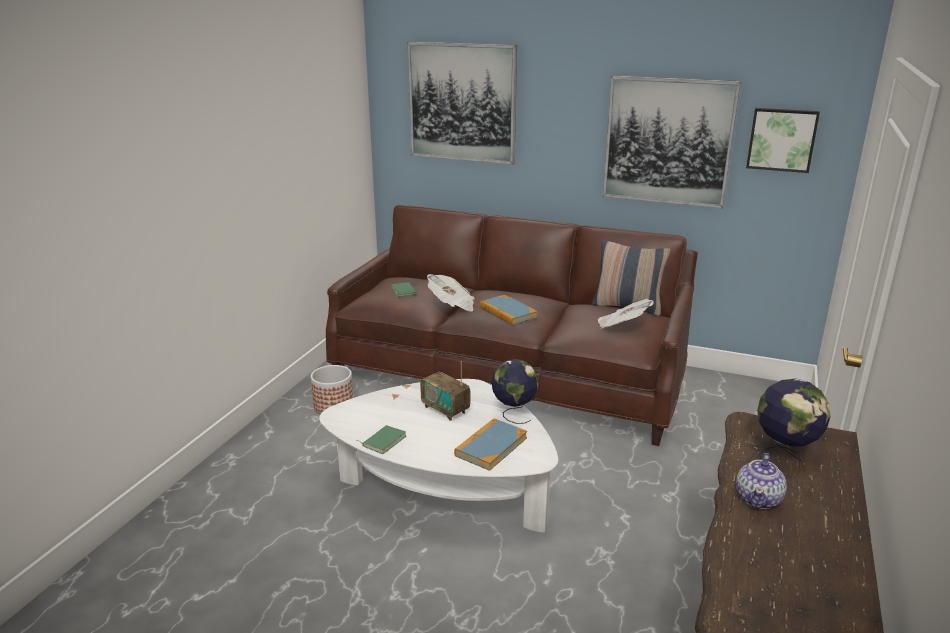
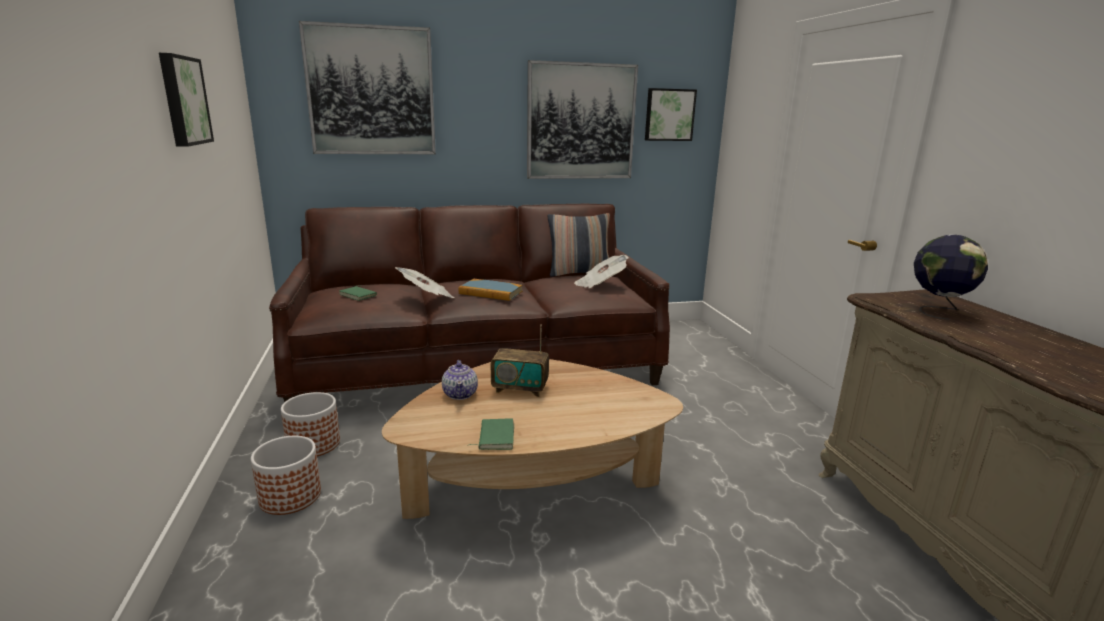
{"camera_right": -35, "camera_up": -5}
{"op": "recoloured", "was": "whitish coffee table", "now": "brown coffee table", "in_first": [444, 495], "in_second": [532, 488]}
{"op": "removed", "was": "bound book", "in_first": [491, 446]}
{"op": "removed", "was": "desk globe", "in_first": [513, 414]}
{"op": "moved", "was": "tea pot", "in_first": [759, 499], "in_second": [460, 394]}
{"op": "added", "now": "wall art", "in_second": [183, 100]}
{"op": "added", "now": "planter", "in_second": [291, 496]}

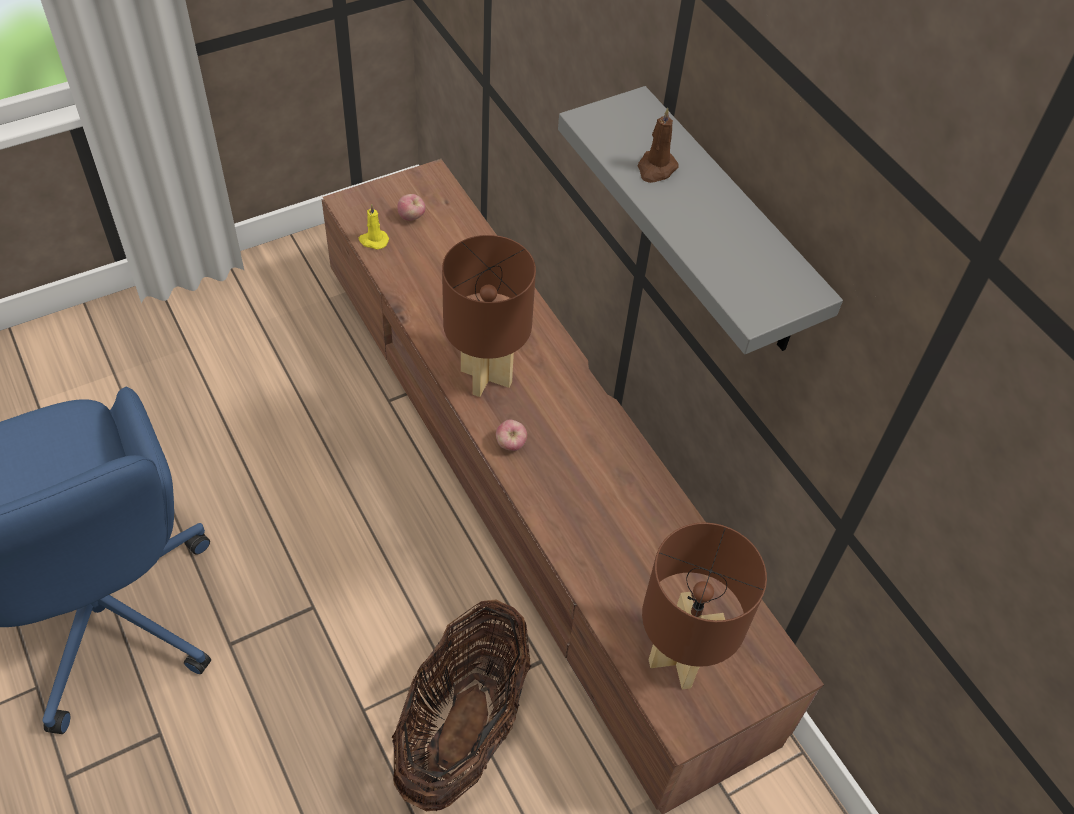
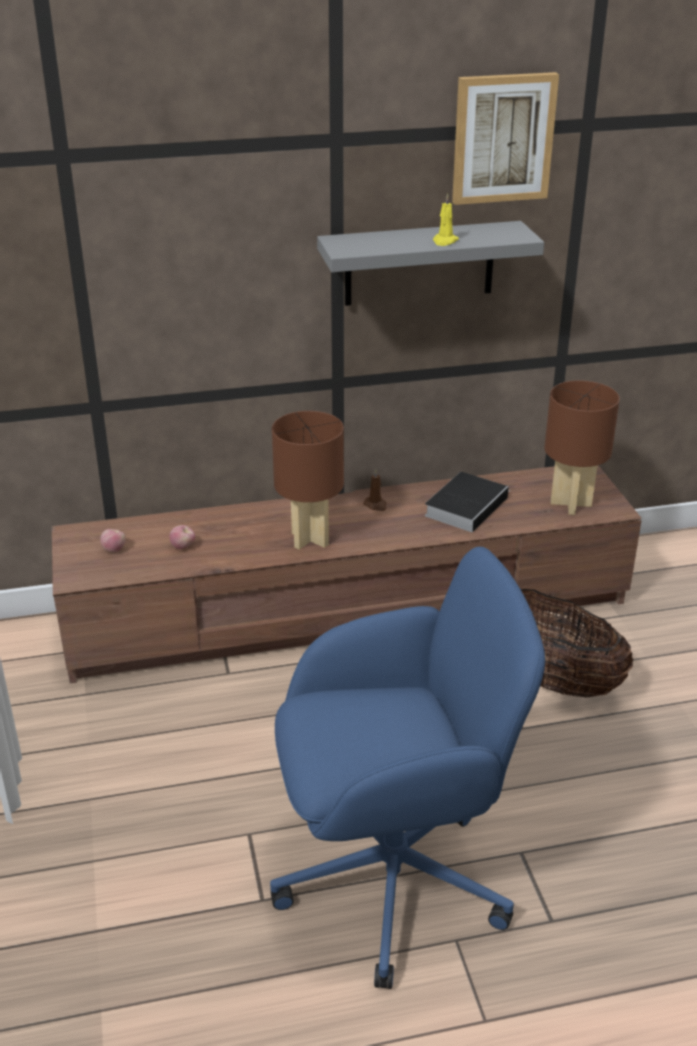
{"camera_right": -70, "camera_up": -20}
{"op": "moved", "was": "yellowish wax candle", "in_first": [373, 240], "in_second": [444, 241]}
{"op": "moved", "was": "apple", "in_first": [510, 444], "in_second": [183, 547]}
{"op": "moved", "was": "brown wax candle", "in_first": [656, 169], "in_second": [376, 505]}
{"op": "added", "now": "bound book", "in_second": [467, 505]}
{"op": "added", "now": "wall art", "in_second": [502, 138]}

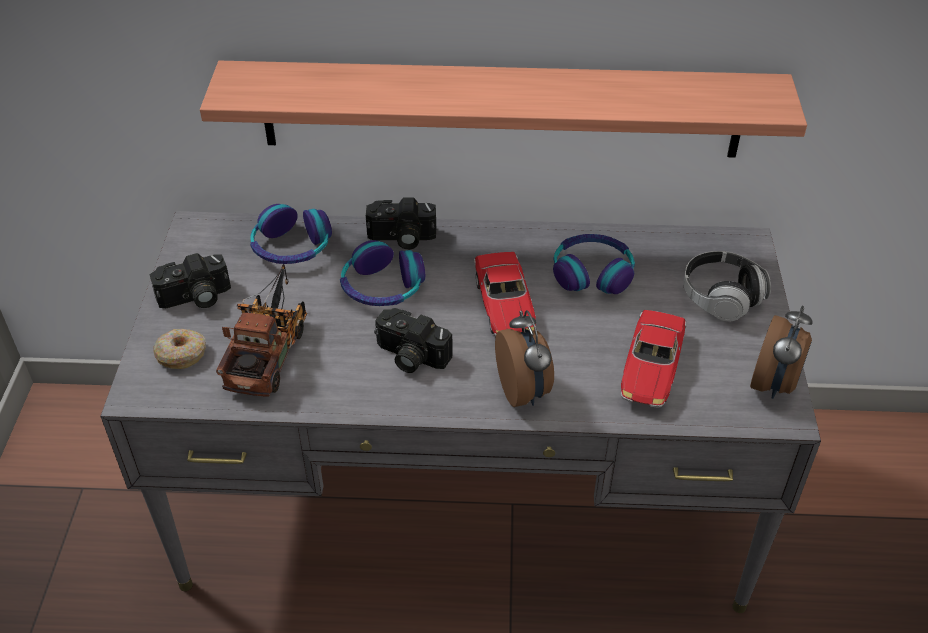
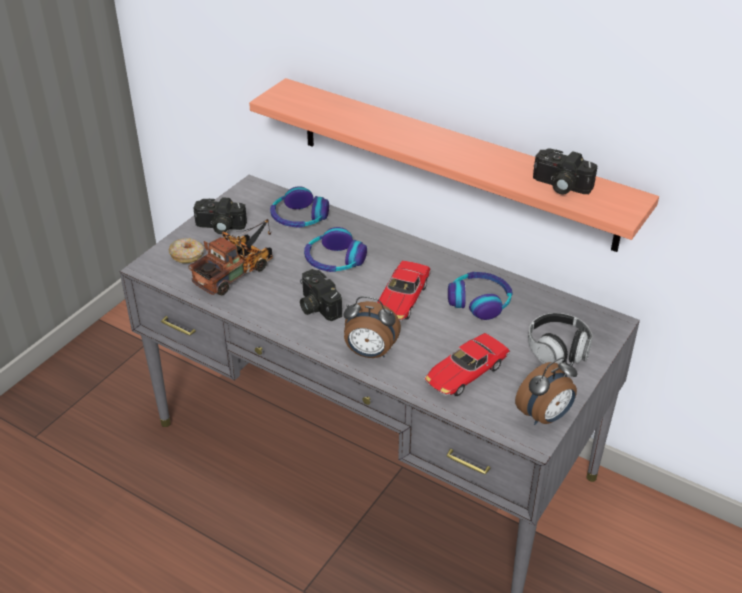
{"camera_right": 30, "camera_up": -5}
{"op": "moved", "was": "photo camera", "in_first": [401, 238], "in_second": [560, 186]}
{"op": "turned", "was": "bedside clock", "in_first": [524, 390], "in_second": [370, 353], "clockwise": 90}

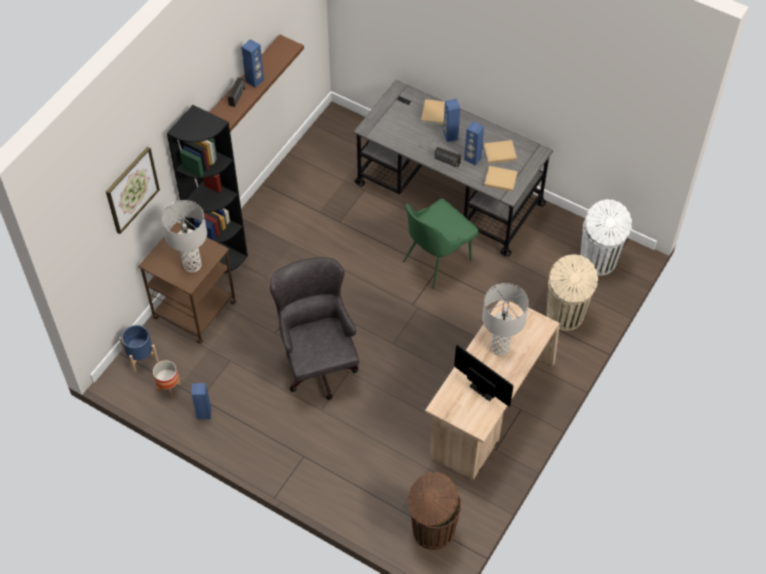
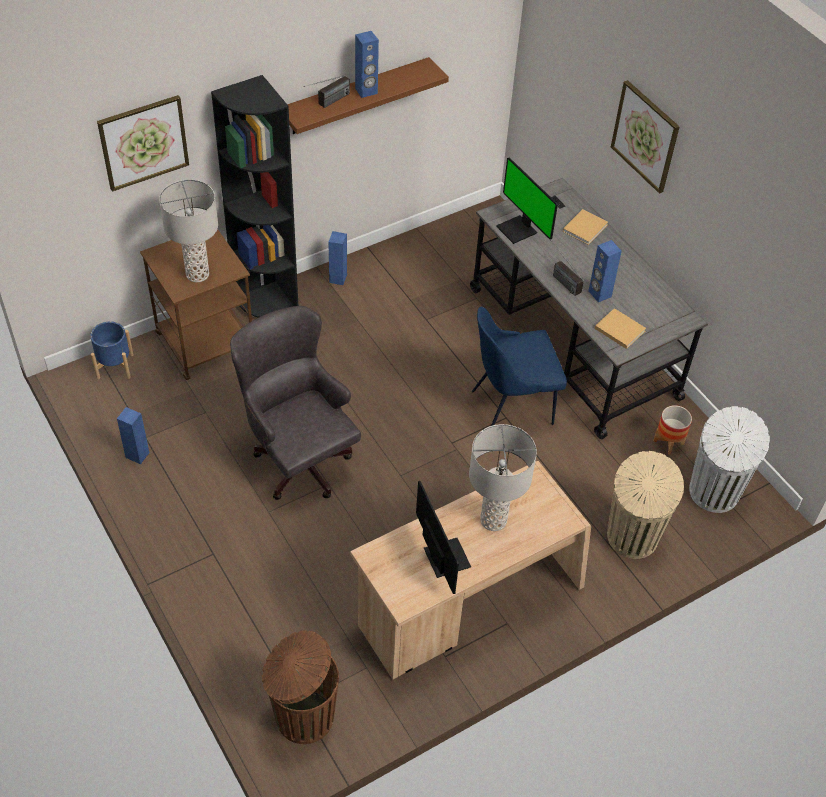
{"camera_right": 25, "camera_up": -5}
{"op": "moved", "was": "planter", "in_first": [168, 387], "in_second": [668, 442]}
{"op": "turned", "was": "gray computer chair", "in_first": [318, 365], "in_second": [299, 460], "clockwise": -45}
{"op": "recoloured", "was": "green-coloured upright chair", "now": "blue upright chair", "in_first": [437, 261], "in_second": [511, 408]}
{"op": "moved", "was": "blue loudspeaker", "in_first": [450, 136], "in_second": [337, 278]}
{"op": "removed", "was": "sand-coloured bound book", "in_first": [499, 153]}
{"op": "added", "now": "computer screen", "in_second": [518, 230]}
{"op": "added", "now": "wall art", "in_second": [645, 136]}

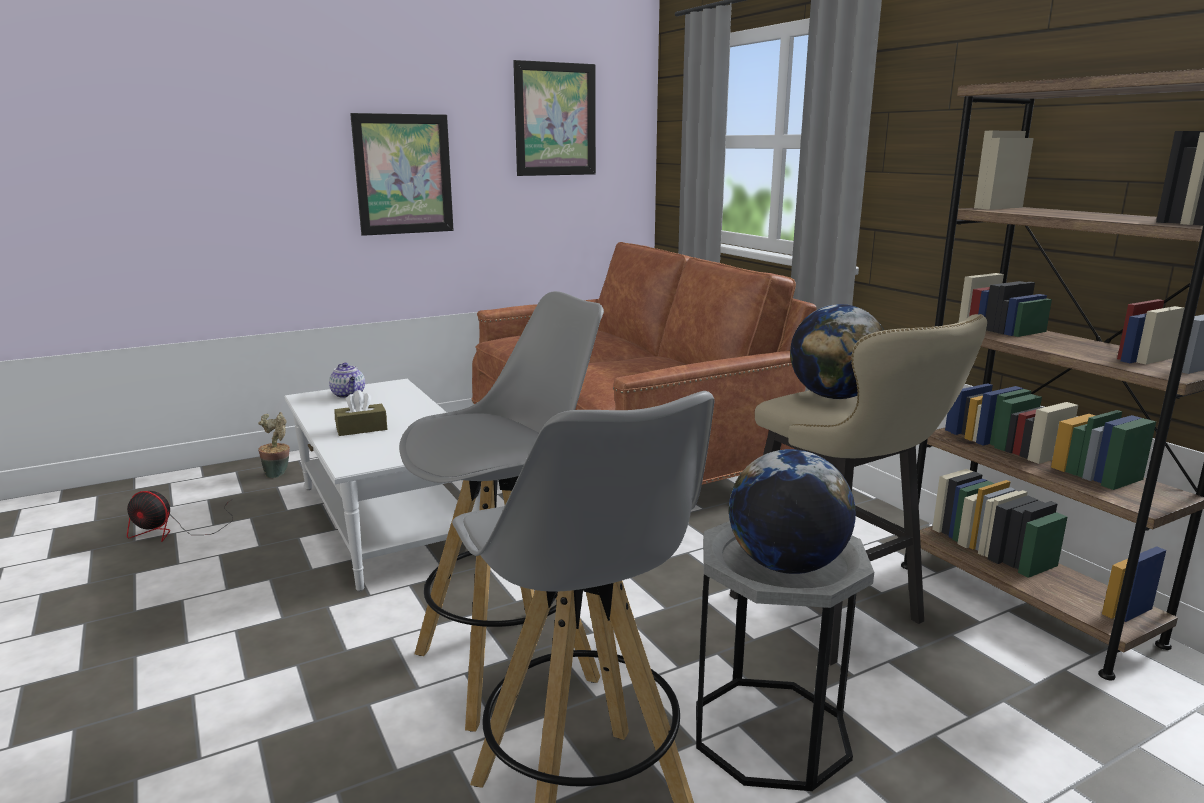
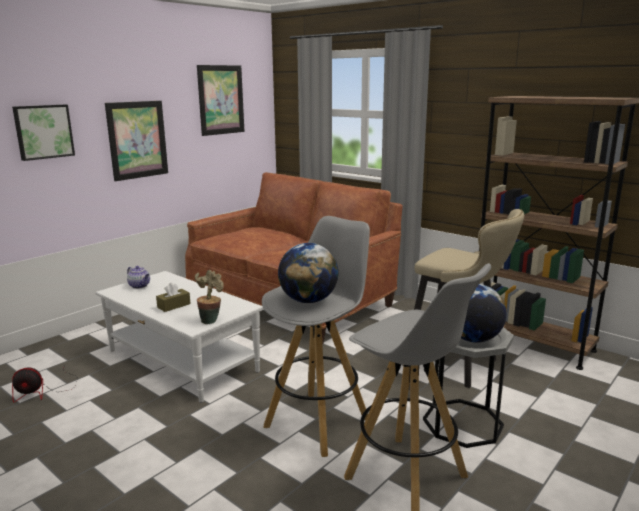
{"camera_right": -20, "camera_up": 0}
{"op": "moved", "was": "houseplant", "in_first": [278, 473], "in_second": [211, 320]}
{"op": "moved", "was": "desk globe", "in_first": [834, 397], "in_second": [308, 300]}
{"op": "added", "now": "wall art", "in_second": [43, 131]}

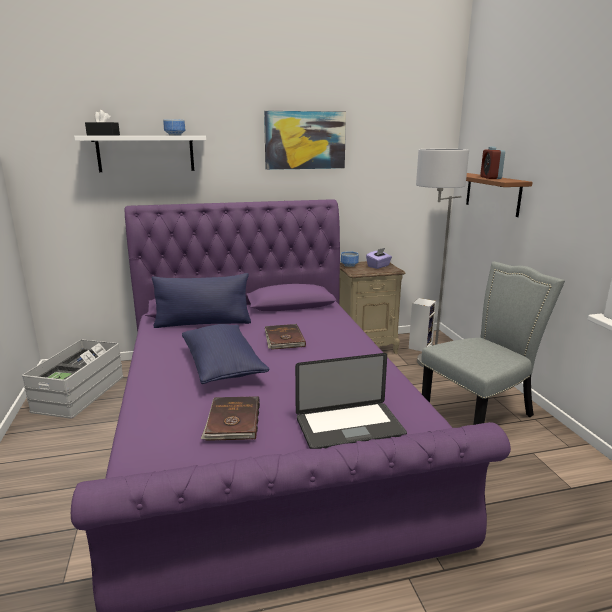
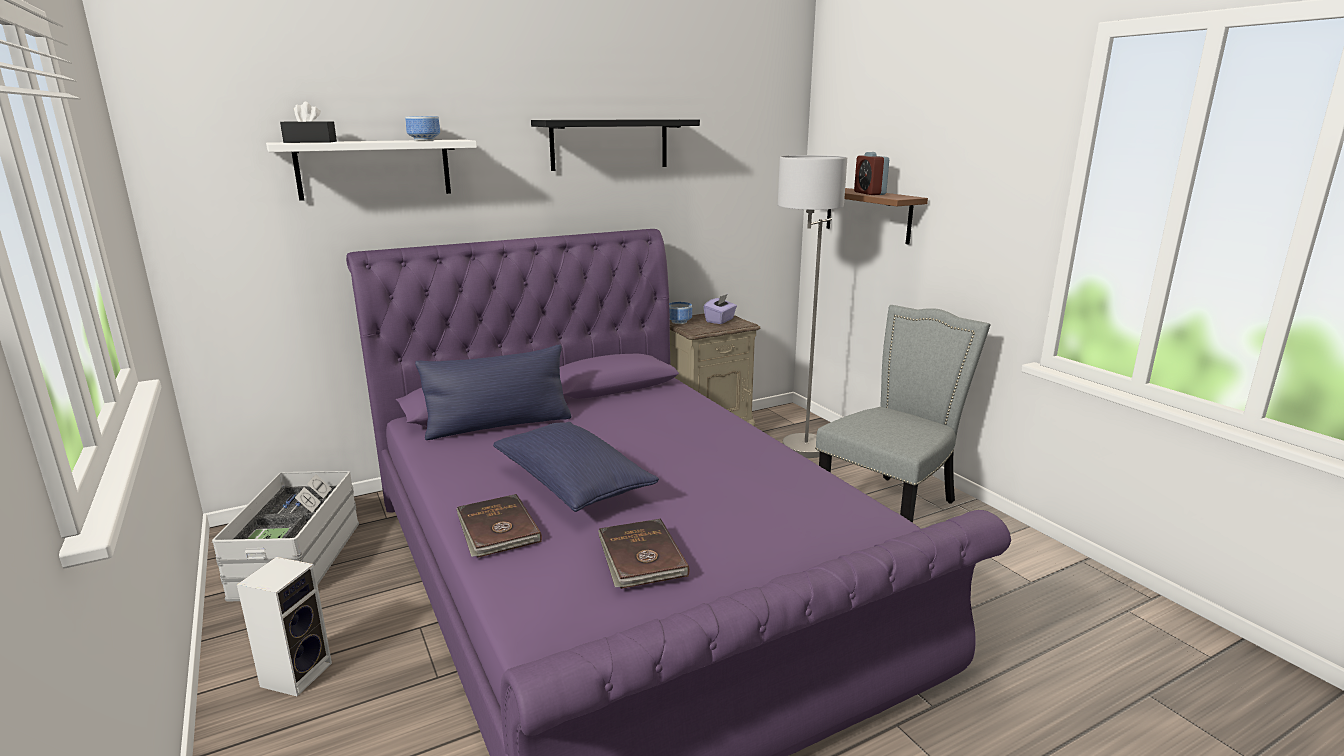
{"camera_right": -15, "camera_up": 0}
{"op": "replaced", "was": "wall art", "now": "black bracket shelf", "in_first": [305, 140], "in_second": [609, 144]}
{"op": "moved", "was": "brown bound book", "in_first": [283, 339], "in_second": [497, 529]}
{"op": "removed", "was": "notebook computer", "in_first": [349, 427]}
{"op": "moved", "was": "loudspeaker", "in_first": [420, 346], "in_second": [297, 673]}

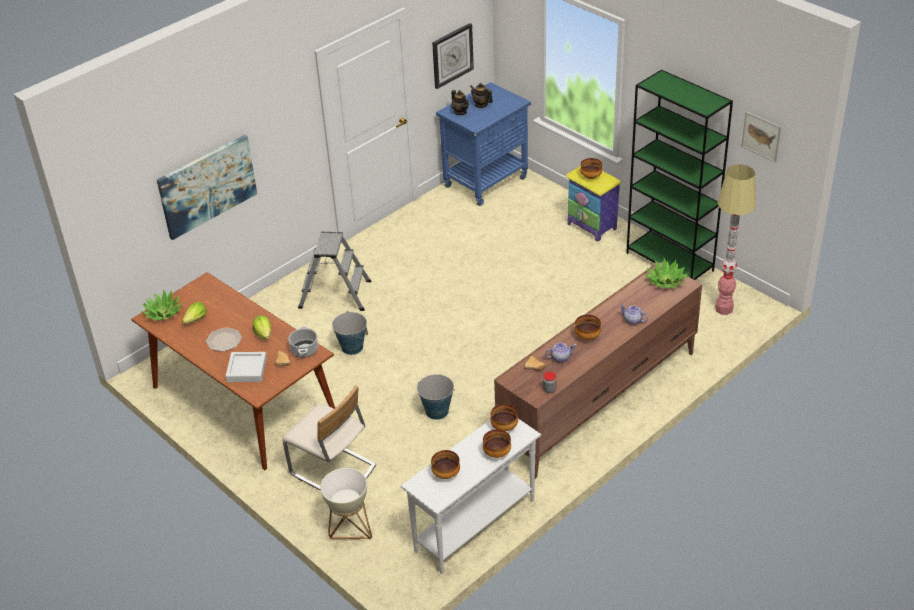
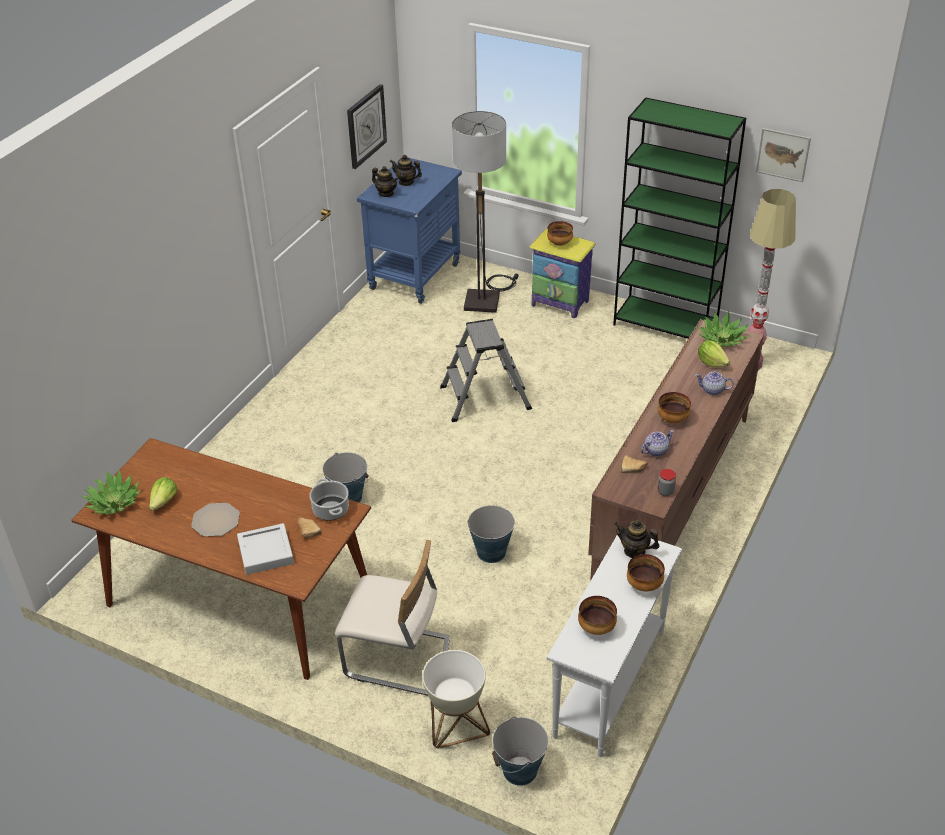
{"camera_right": -20, "camera_up": 0}
{"op": "removed", "was": "wall art", "in_first": [207, 186]}
{"op": "moved", "was": "lettuce head", "in_first": [264, 334], "in_second": [712, 362]}
{"op": "moved", "was": "gray step ladder", "in_first": [335, 294], "in_second": [485, 397]}
{"op": "replaced", "was": "deep dish", "now": "tea pot", "in_first": [504, 427], "in_second": [634, 551]}
{"op": "added", "now": "standing lamp", "in_second": [488, 297]}
{"op": "added", "now": "pail", "in_second": [520, 770]}

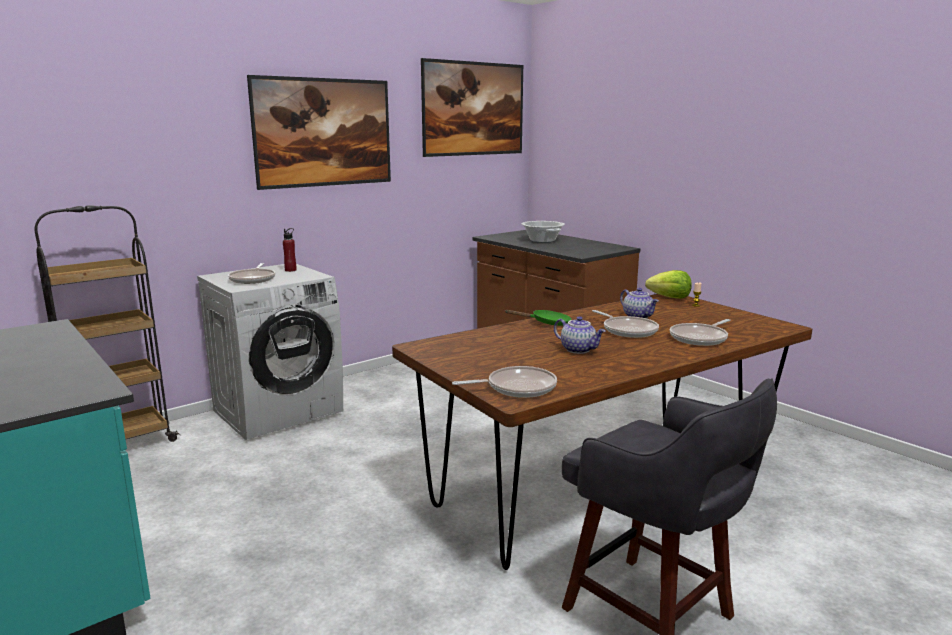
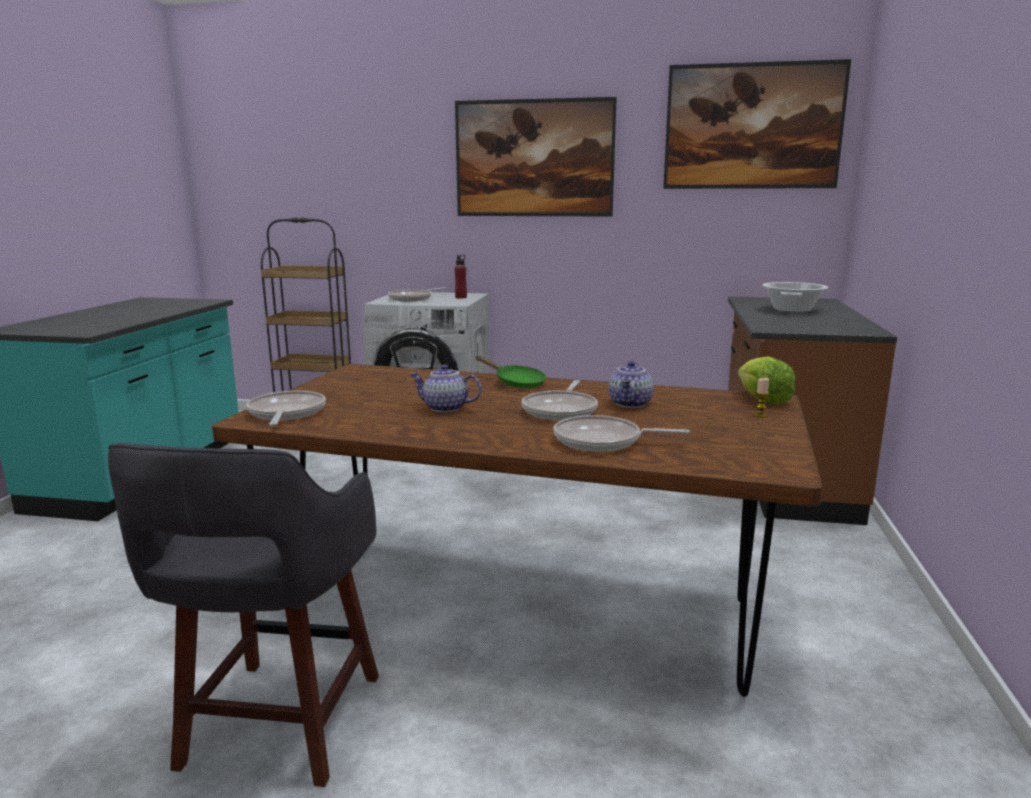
{"camera_right": 50, "camera_up": 0}
{"op": "turned", "was": "pan", "in_first": [517, 388], "in_second": [286, 413], "clockwise": -135}
{"op": "turned", "was": "tea pot", "in_first": [578, 350], "in_second": [445, 408], "clockwise": 105}

